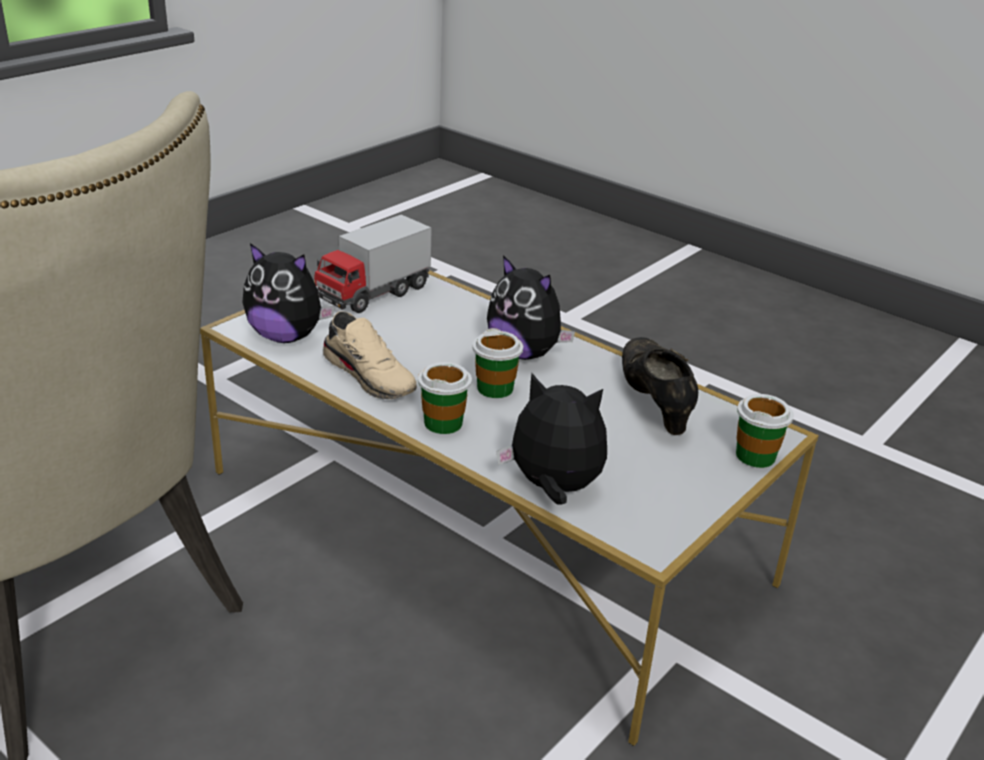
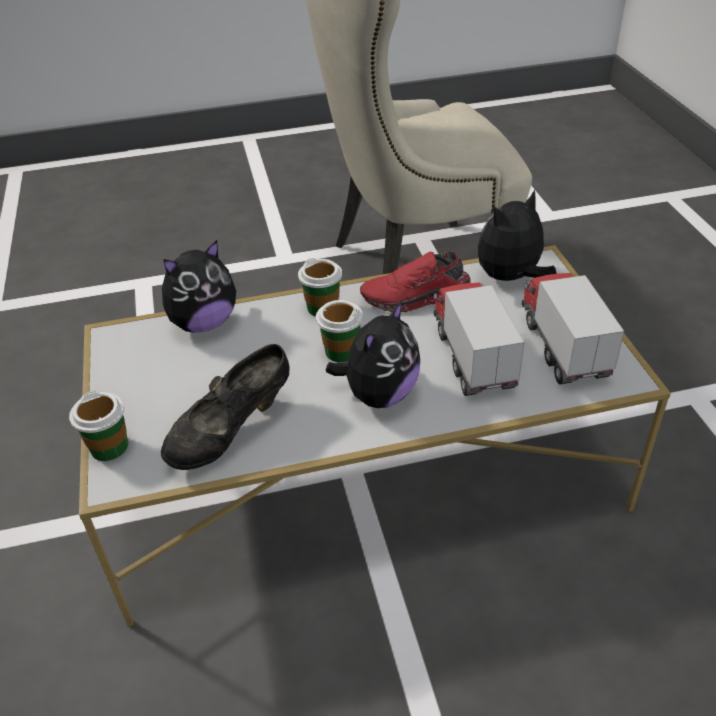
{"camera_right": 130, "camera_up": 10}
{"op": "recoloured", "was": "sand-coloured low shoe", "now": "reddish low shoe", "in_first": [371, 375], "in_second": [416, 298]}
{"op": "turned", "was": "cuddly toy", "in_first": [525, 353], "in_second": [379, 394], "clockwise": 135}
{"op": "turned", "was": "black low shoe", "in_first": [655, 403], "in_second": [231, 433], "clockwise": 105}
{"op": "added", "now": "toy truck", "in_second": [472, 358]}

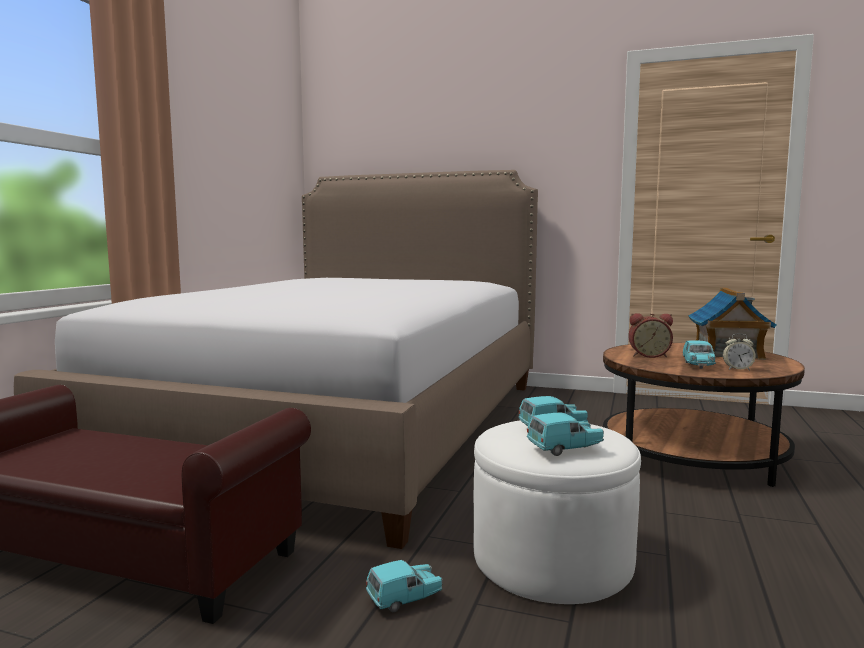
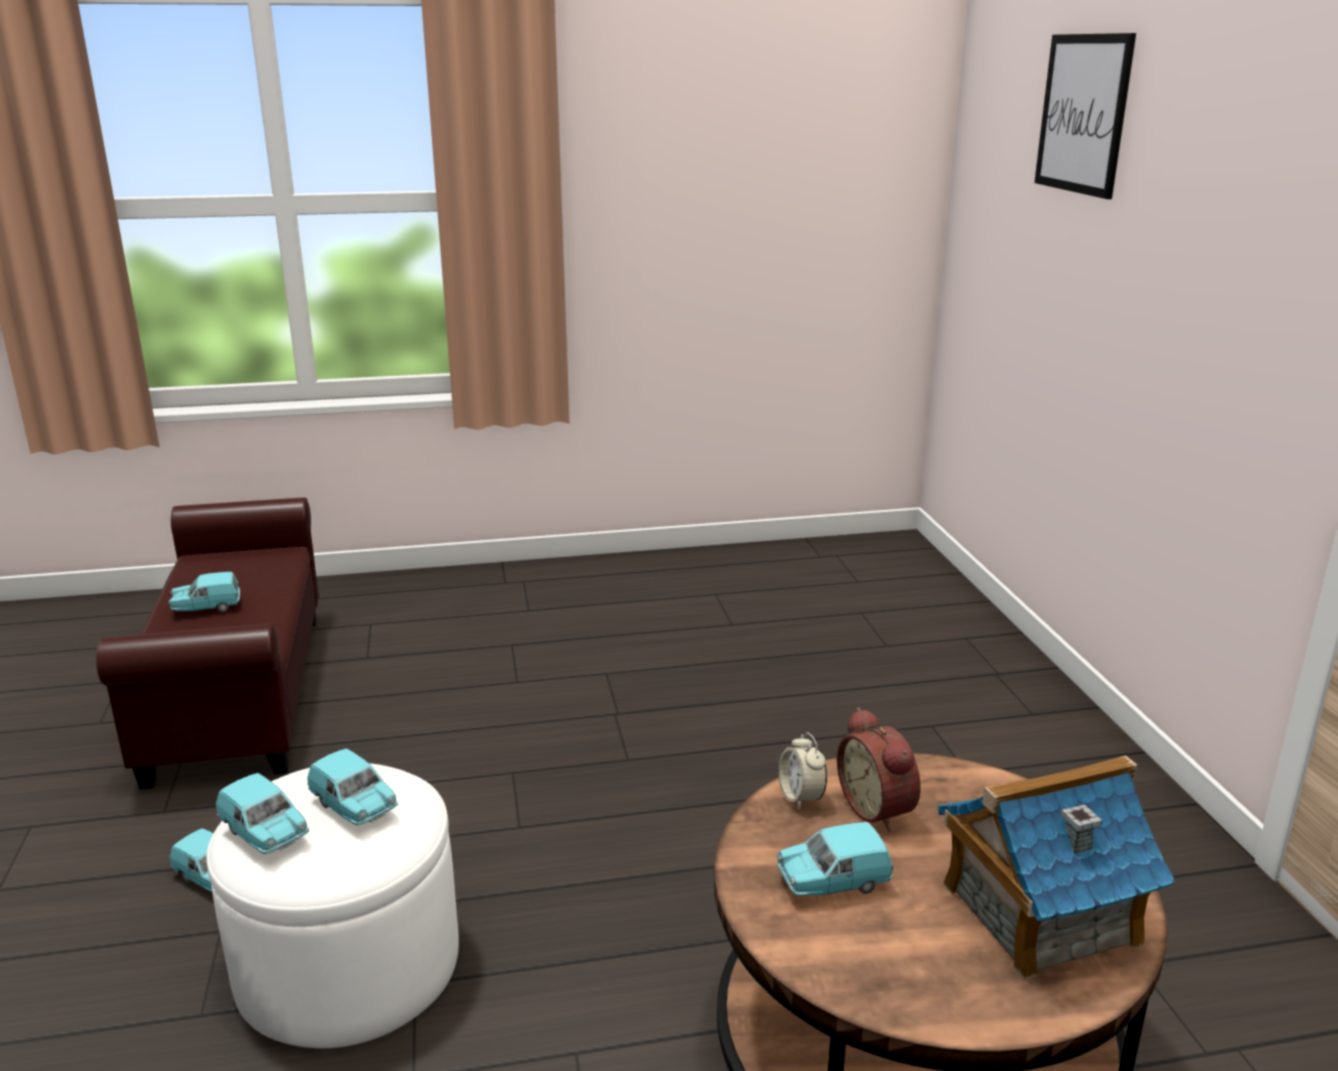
{"camera_right": 60, "camera_up": 15}
{"op": "removed", "was": "sleeping bed", "in_first": [341, 425]}
{"op": "moved", "was": "bedside clock", "in_first": [737, 369], "in_second": [801, 797]}
{"op": "added", "now": "turquoise-coloured toy car", "in_second": [207, 608]}
{"op": "added", "now": "wall art", "in_second": [1083, 114]}

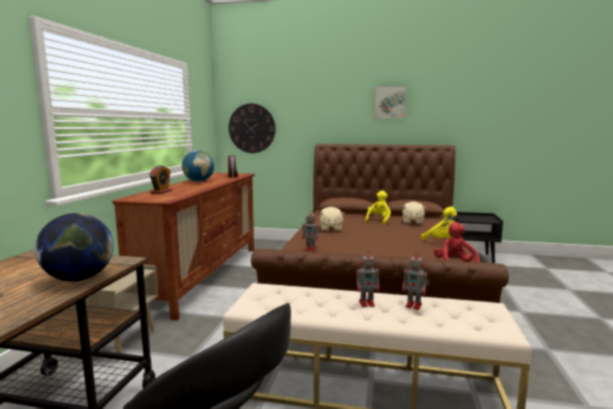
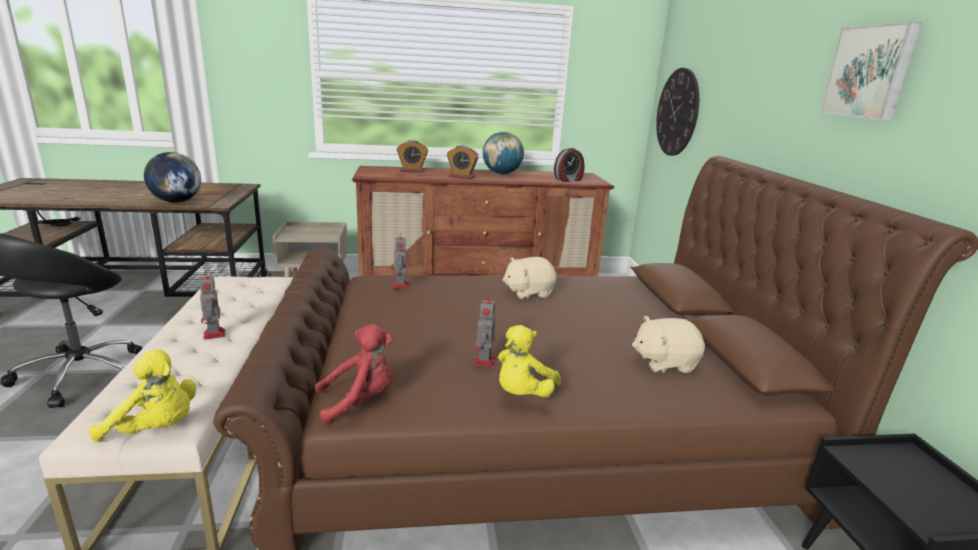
{"camera_right": 70, "camera_up": 10}
{"op": "moved", "was": "yellowish cuddly toy", "in_first": [378, 221], "in_second": [156, 429]}
{"op": "moved", "was": "model robot", "in_first": [414, 305], "in_second": [484, 362]}
{"op": "added", "now": "bedside clock", "in_second": [462, 177]}

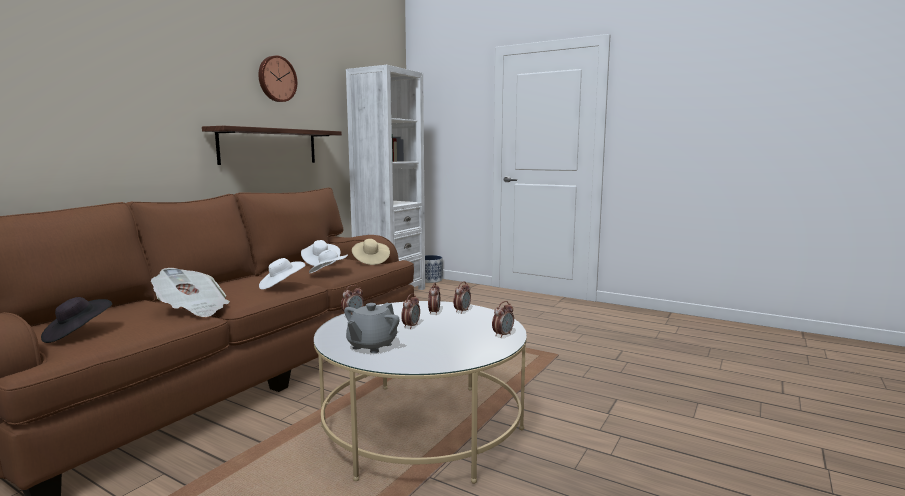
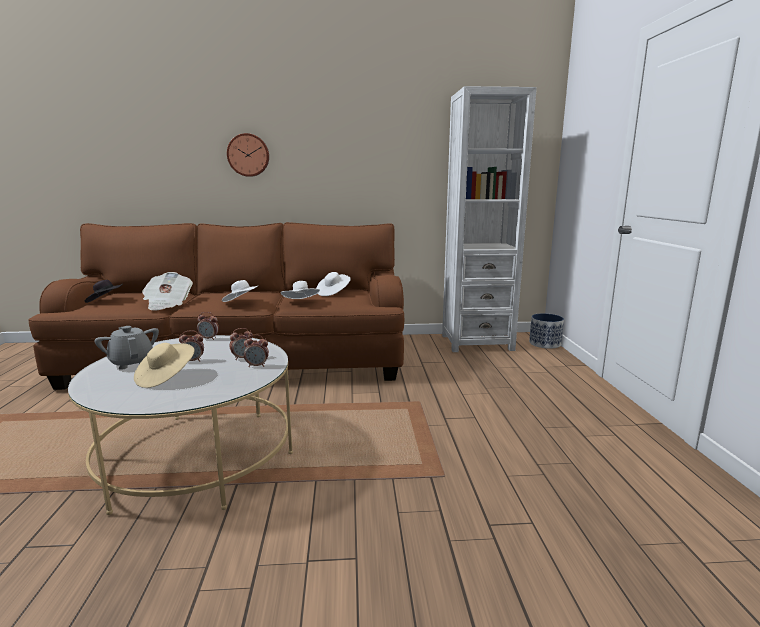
{"camera_right": 55, "camera_up": 5}
{"op": "removed", "was": "bracket shelf", "in_first": [269, 146]}
{"op": "moved", "was": "wall clock", "in_first": [276, 79], "in_second": [248, 155]}
{"op": "turned", "was": "gray tea pot", "in_first": [371, 346], "in_second": [131, 362], "clockwise": 60}
{"op": "moved", "was": "sand-coloured clothing hat", "in_first": [370, 261], "in_second": [166, 377]}
{"op": "removed", "was": "bedside clock", "in_first": [503, 335]}

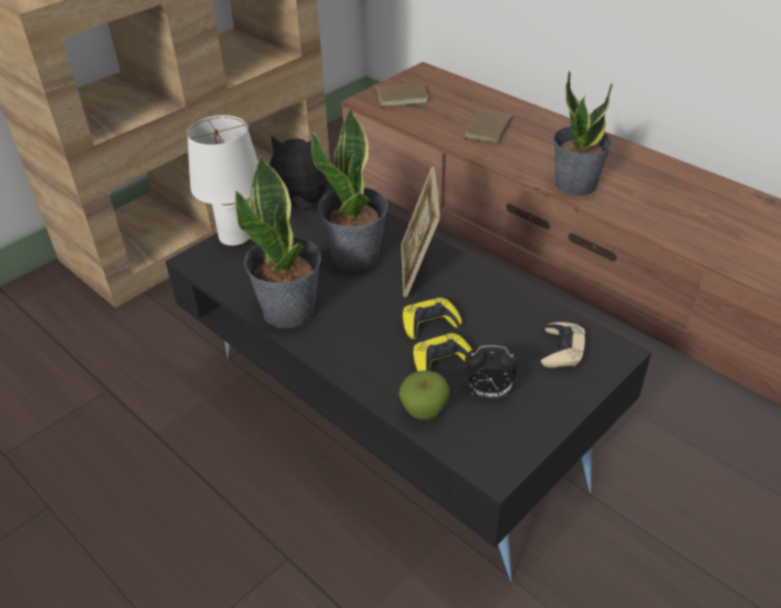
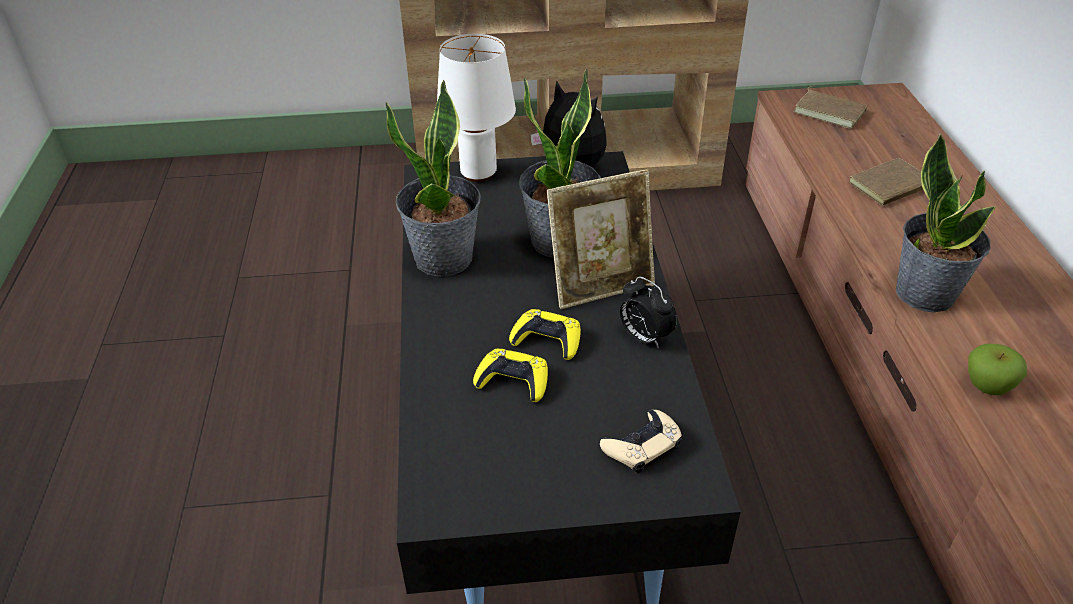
{"camera_right": 40, "camera_up": 0}
{"op": "moved", "was": "apple", "in_first": [424, 411], "in_second": [987, 387]}
{"op": "turned", "was": "photo frame", "in_first": [419, 270], "in_second": [601, 285], "clockwise": -150}
{"op": "moved", "was": "bedside clock", "in_first": [488, 394], "in_second": [644, 337]}

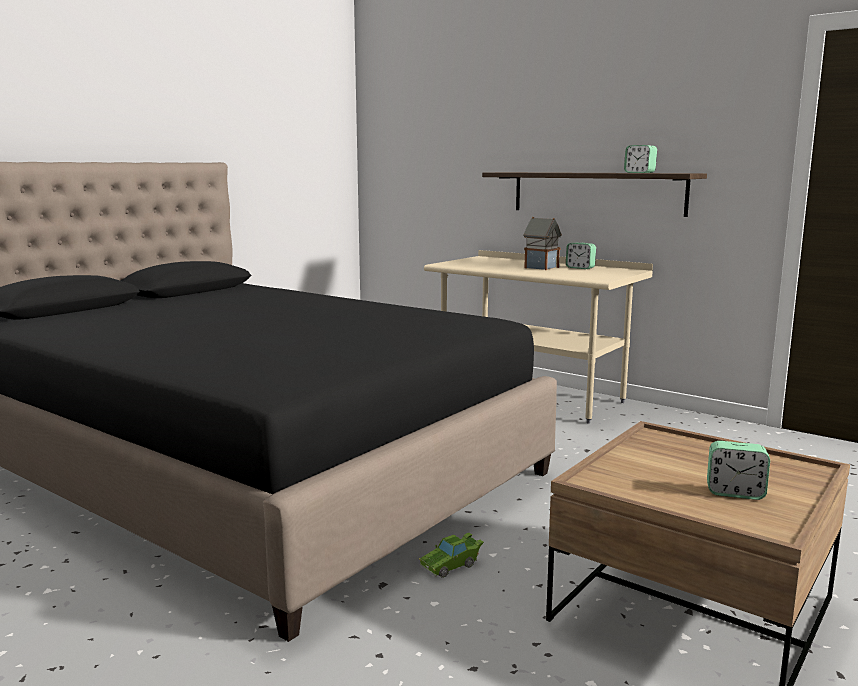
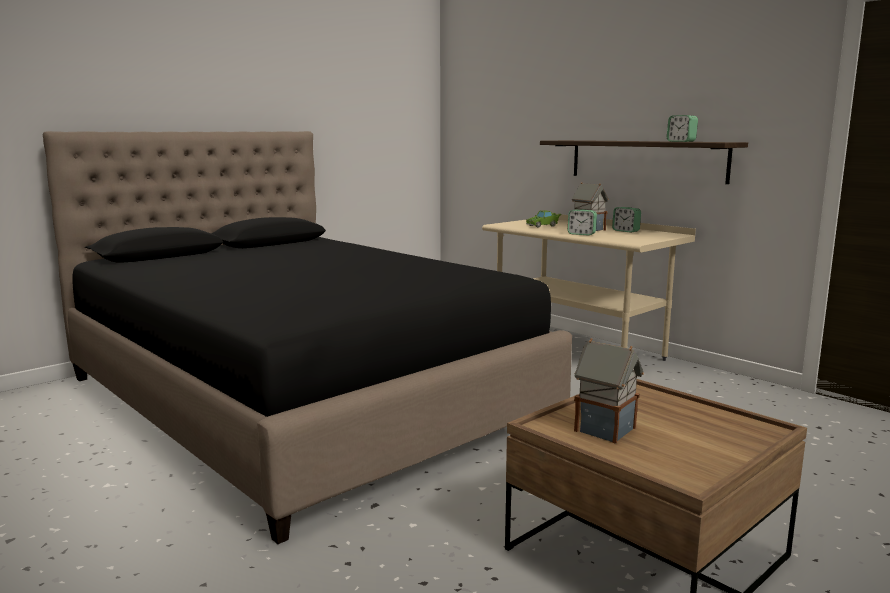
{"camera_right": 10, "camera_up": 0}
{"op": "moved", "was": "green-coloured toy car", "in_first": [452, 565], "in_second": [543, 226]}
{"op": "moved", "was": "bedside clock", "in_first": [735, 493], "in_second": [581, 234]}
{"op": "added", "now": "model house", "in_second": [606, 430]}

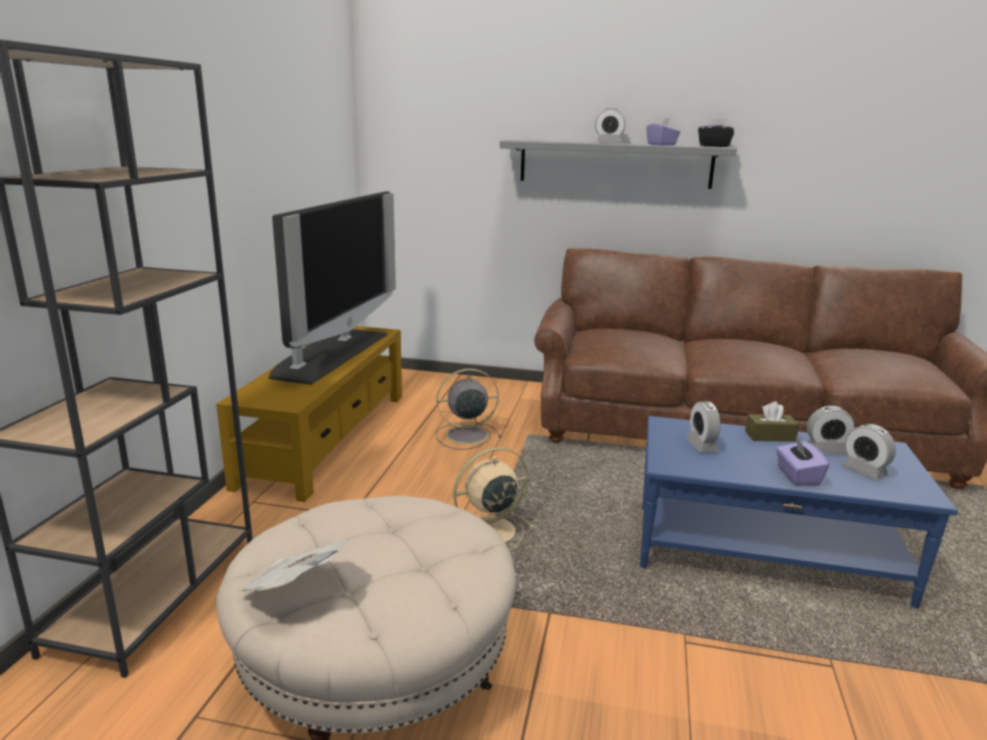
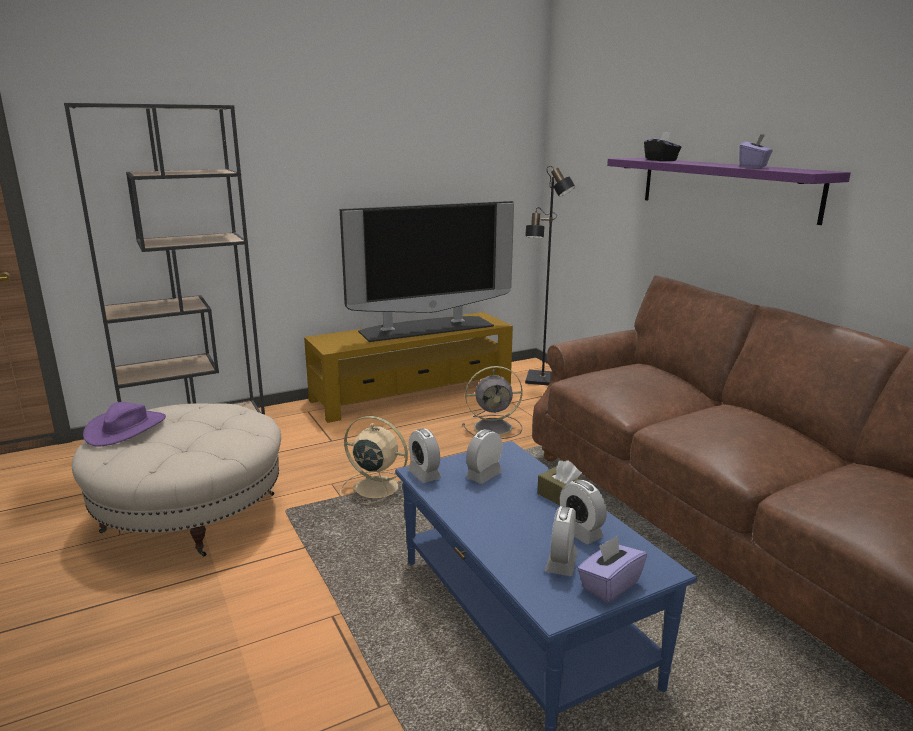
{"camera_right": 50, "camera_up": 0}
{"op": "replaced", "was": "printed paper", "now": "purple clothing hat", "in_first": [297, 590], "in_second": [126, 428]}
{"op": "turned", "was": "gray fan", "in_first": [465, 435], "in_second": [494, 427], "clockwise": 135}
{"op": "recoloured", "was": "gray bracket shelf", "now": "purple bracket shelf", "in_first": [615, 164], "in_second": [725, 187]}
{"op": "moved", "was": "bedside clock", "in_first": [608, 143], "in_second": [424, 474]}
{"op": "moved", "was": "black tissue box", "in_first": [714, 146], "in_second": [661, 160]}
{"op": "moved", "was": "purple tissue box", "in_first": [797, 476], "in_second": [609, 585]}
{"op": "added", "now": "black standing lamp", "in_second": [542, 379]}

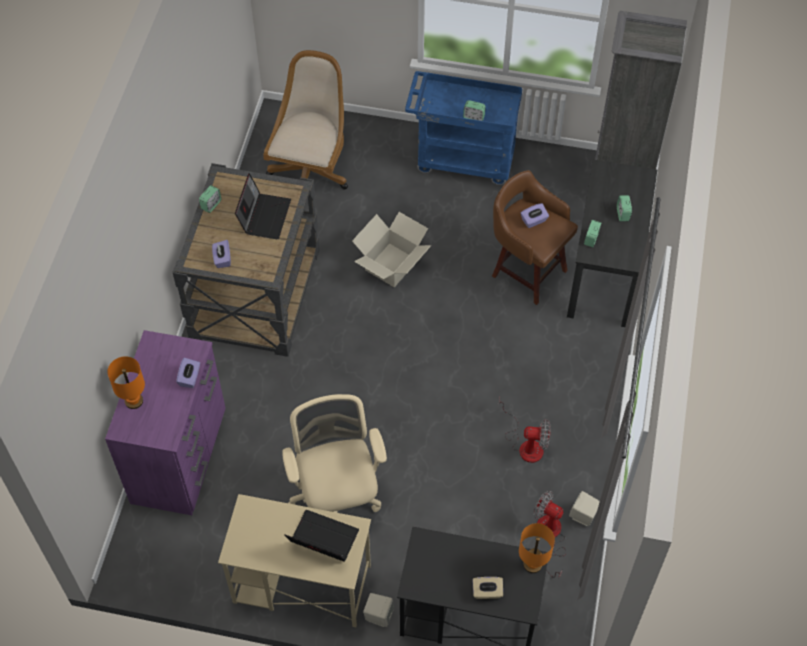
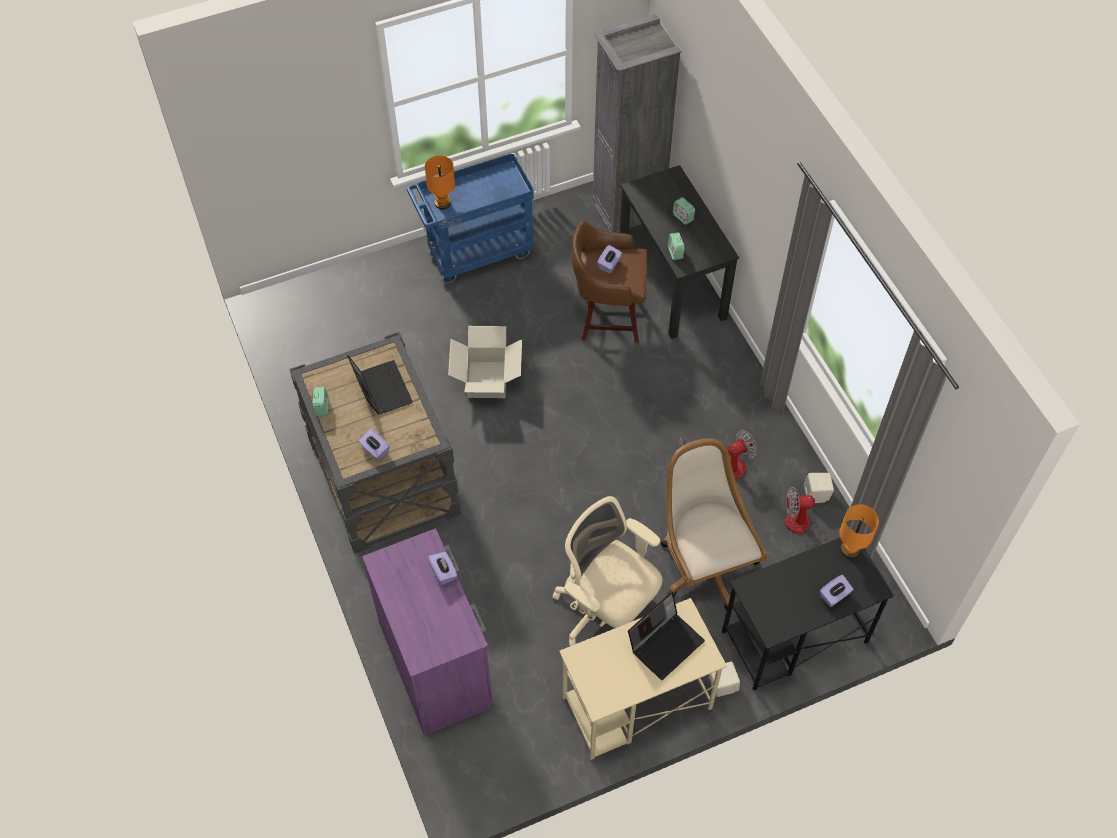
{"camera_right": -35, "camera_up": 0}
{"op": "moved", "was": "orange tabletop lamp", "in_first": [133, 401], "in_second": [442, 203]}
{"op": "moved", "was": "computer chair", "in_first": [311, 167], "in_second": [703, 560]}
{"op": "turned", "was": "notebook computer", "in_first": [321, 540], "in_second": [665, 643], "clockwise": 150}
{"op": "removed", "was": "bedside clock", "in_first": [474, 117]}
{"op": "recoloured", "was": "sand-coloured tissue box", "now": "purple tissue box", "in_first": [487, 592], "in_second": [834, 596]}

